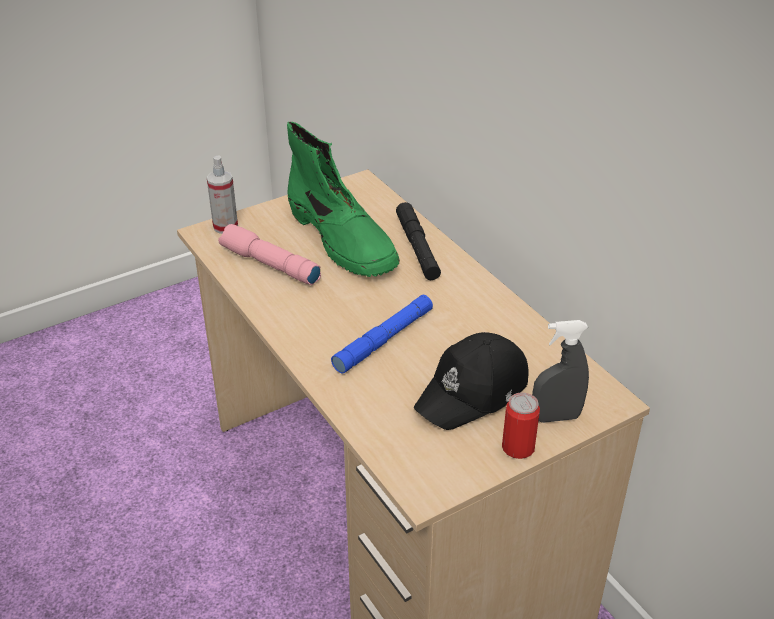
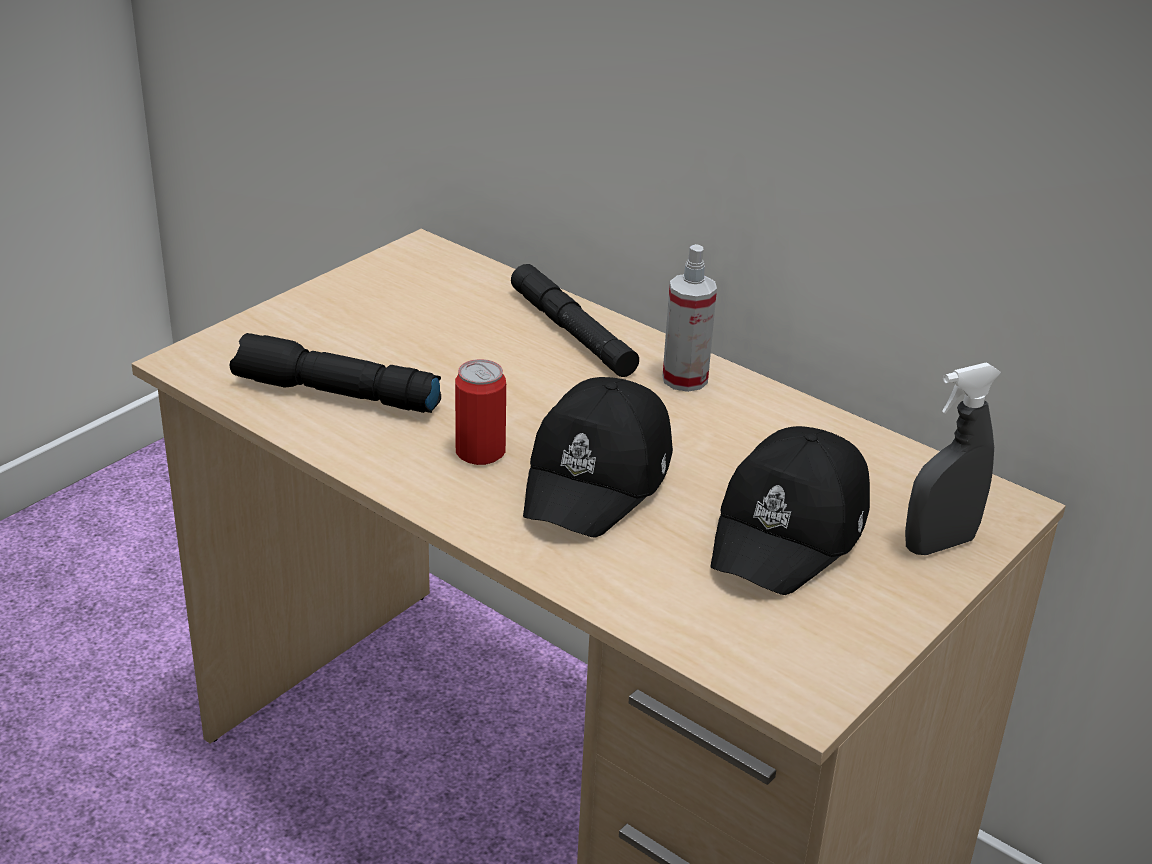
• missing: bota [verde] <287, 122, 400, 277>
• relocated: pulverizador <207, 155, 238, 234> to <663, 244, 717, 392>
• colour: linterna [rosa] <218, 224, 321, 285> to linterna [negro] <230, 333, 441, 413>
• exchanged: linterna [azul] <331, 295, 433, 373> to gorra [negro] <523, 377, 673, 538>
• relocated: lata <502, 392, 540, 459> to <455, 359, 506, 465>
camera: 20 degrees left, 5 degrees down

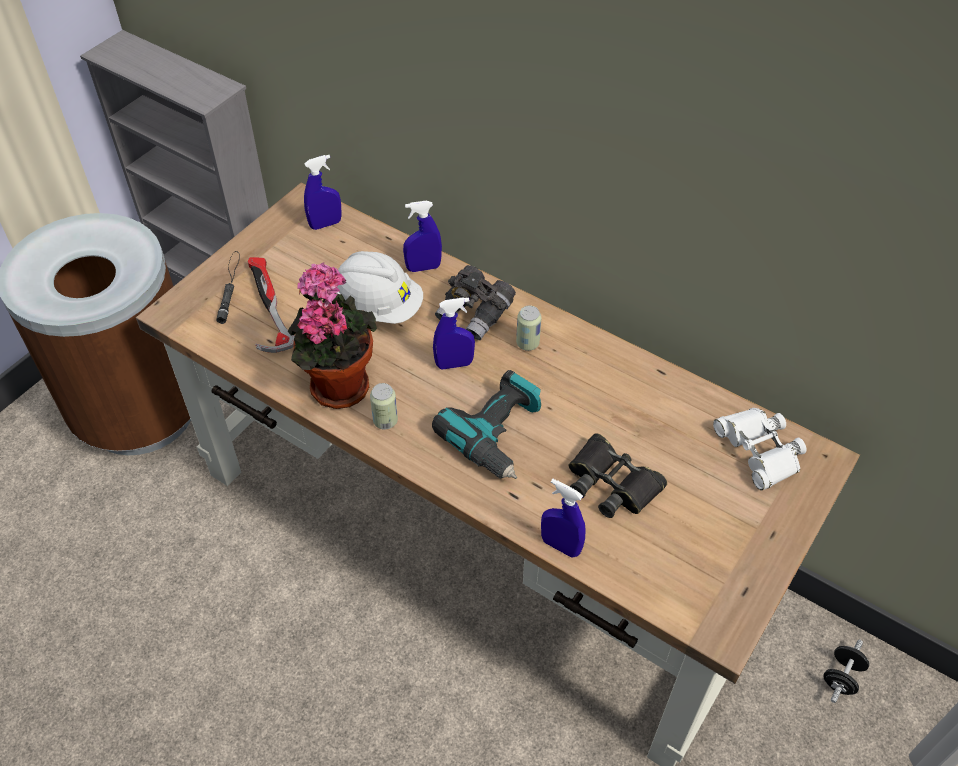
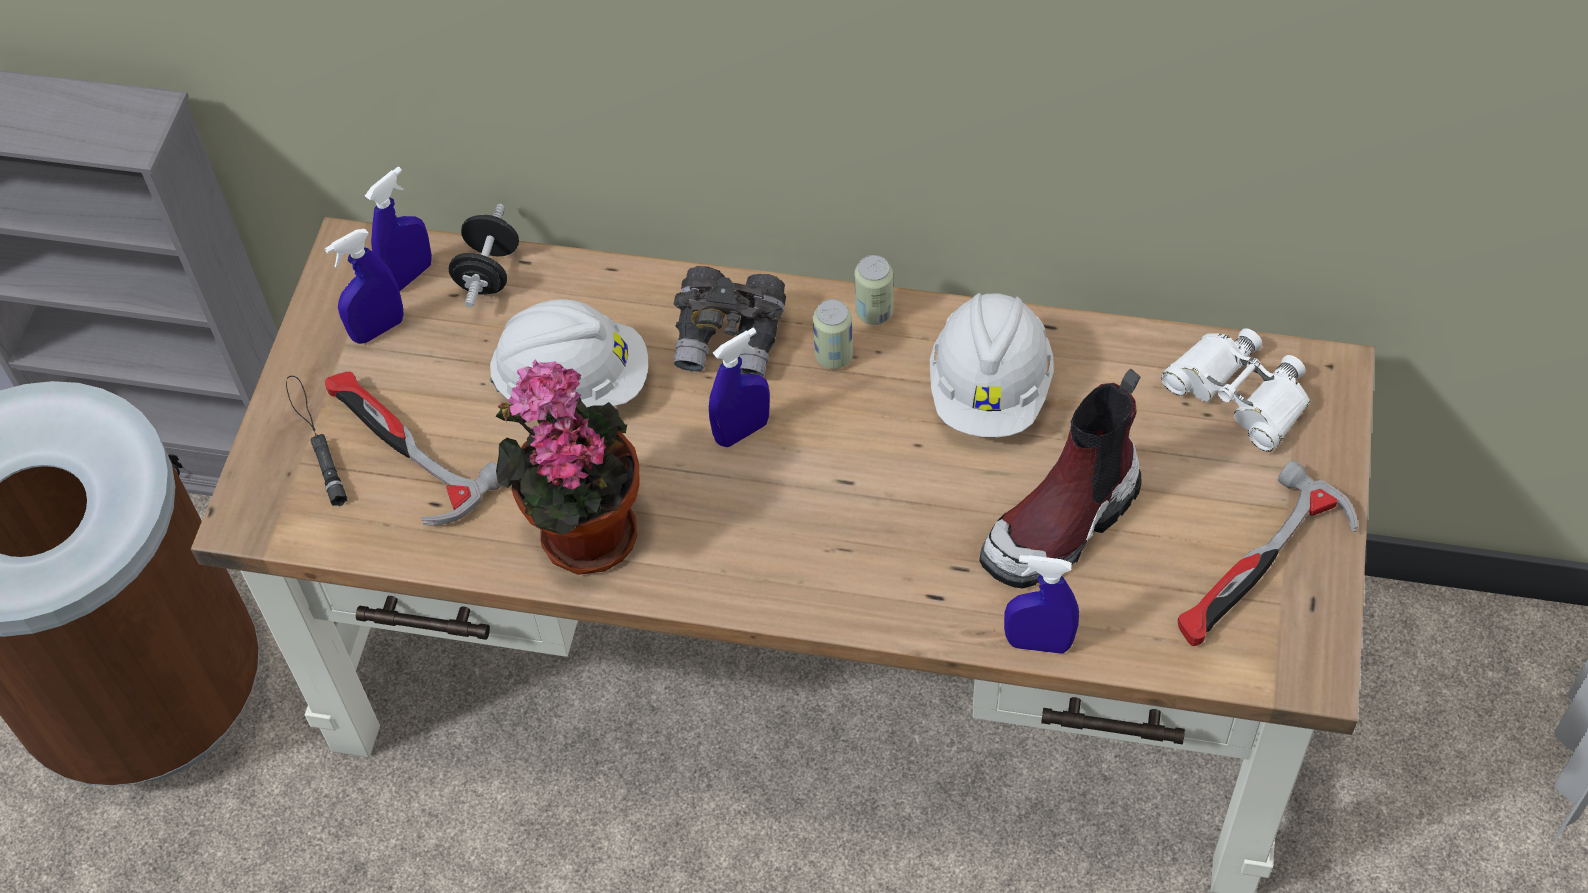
• relocated: pulverizador [azul] <403, 201, 442, 272> to <325, 229, 404, 344>
• missing: taladro <432, 370, 541, 479>
• relocated: lata <370, 383, 398, 430> to <854, 255, 893, 325>
• exchanged: prismáticos [negro] <569, 433, 667, 518> to bota <979, 369, 1142, 589>
• relocated: mancuerna [negro] <823, 639, 869, 703> to <449, 204, 519, 308>
• appeared: casco [blanco] <930, 293, 1054, 438>
• appeared: martillo <1178, 460, 1358, 646>
camera: 20 degrees left, 5 degrees up

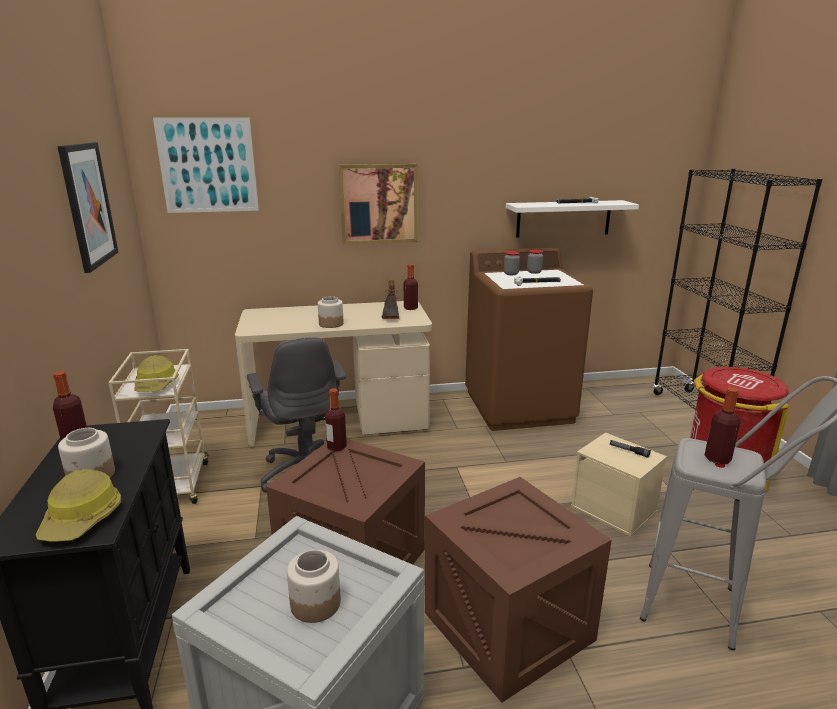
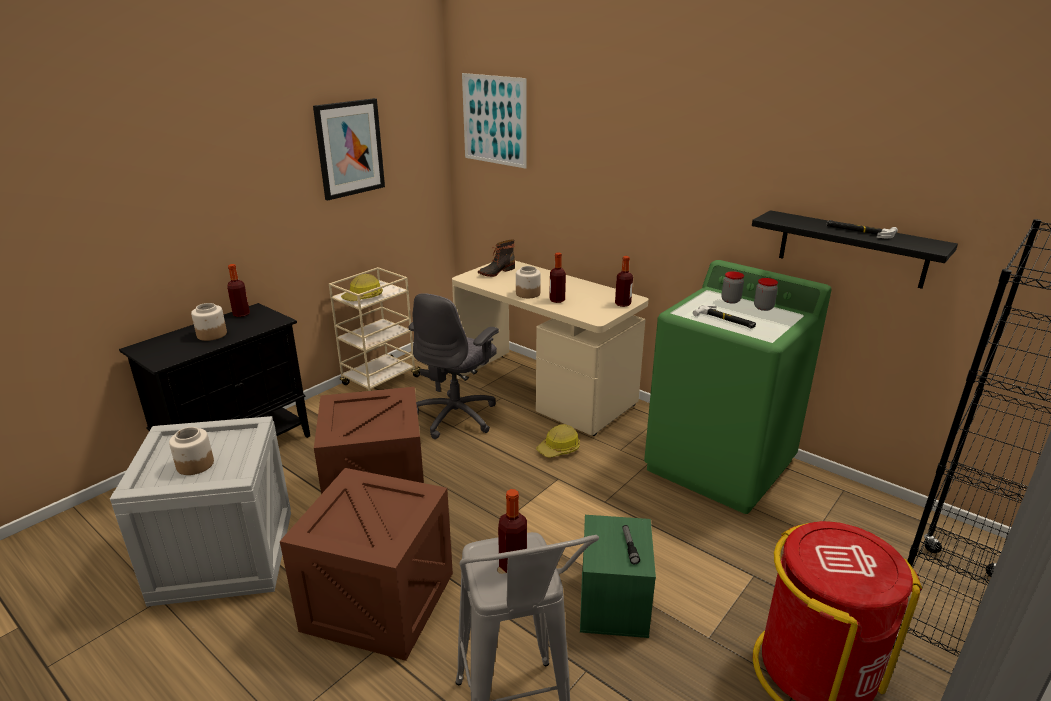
• missing: cuadro <339, 164, 418, 245>
• colour: estante [blanco] <506, 200, 639, 238> to estante [negro] <752, 210, 958, 289>
• colour: lavadora [marrón] <465, 247, 593, 431> to lavadora [verde] <644, 260, 832, 514>
• relocated: bota <382, 280, 399, 319> to <478, 239, 515, 277>
• relocated: botella <325, 388, 347, 451> to <549, 253, 566, 303>
• colour: caja de almacenaje [beis] <571, 432, 667, 536> to caja de almacenaje [verde] <580, 515, 656, 638>
• relocated: casco <36, 469, 121, 542> to <536, 424, 580, 458>
camera: 50 degrees right, 5 degrees up

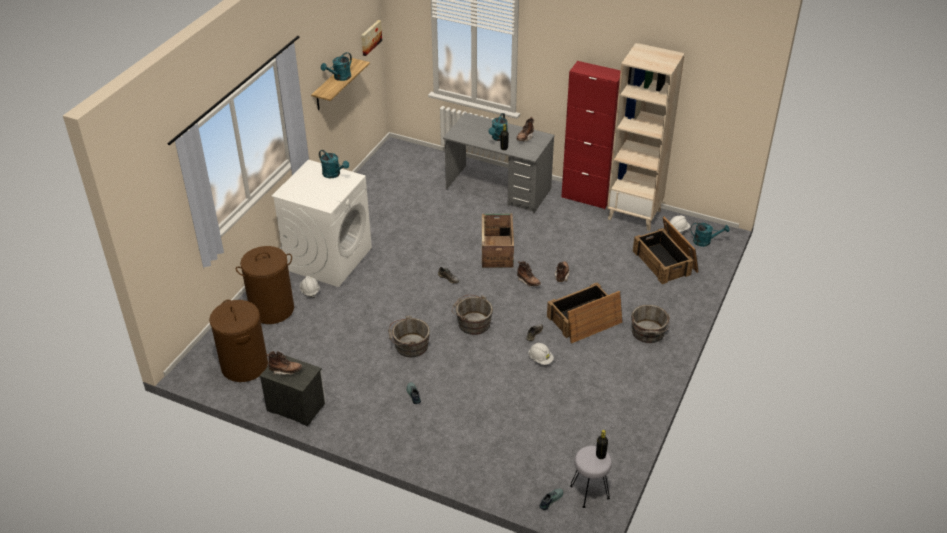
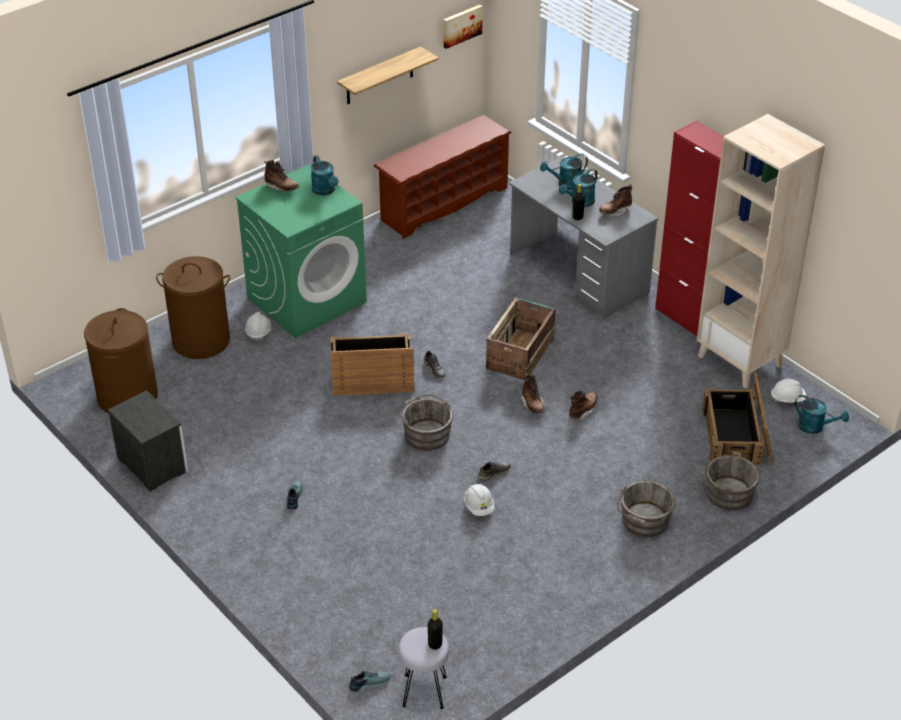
• relocated: regadera [turquesa] <321, 52, 352, 81> to <540, 154, 588, 189>
• colour: lavadora [blanco] <272, 160, 372, 287> to lavadora [verde] <235, 164, 367, 338>
• relocated: caja de embalaje <547, 282, 623, 344> to <331, 333, 414, 396>
• relocated: cubo [gris] <388, 316, 430, 357> to <700, 452, 760, 510>
• relocated: bota [marrón] <267, 351, 302, 375> to <264, 160, 299, 192>
• appeared: zapatero [marrón] <374, 115, 512, 239>
camera: 25 degrees right, 0 degrees up

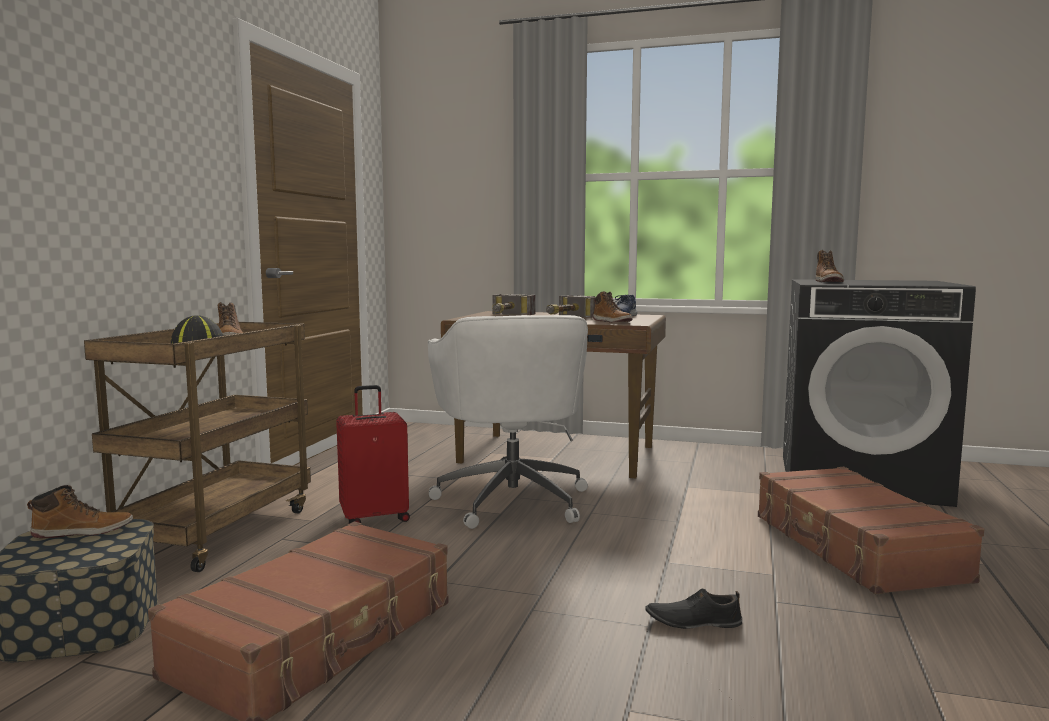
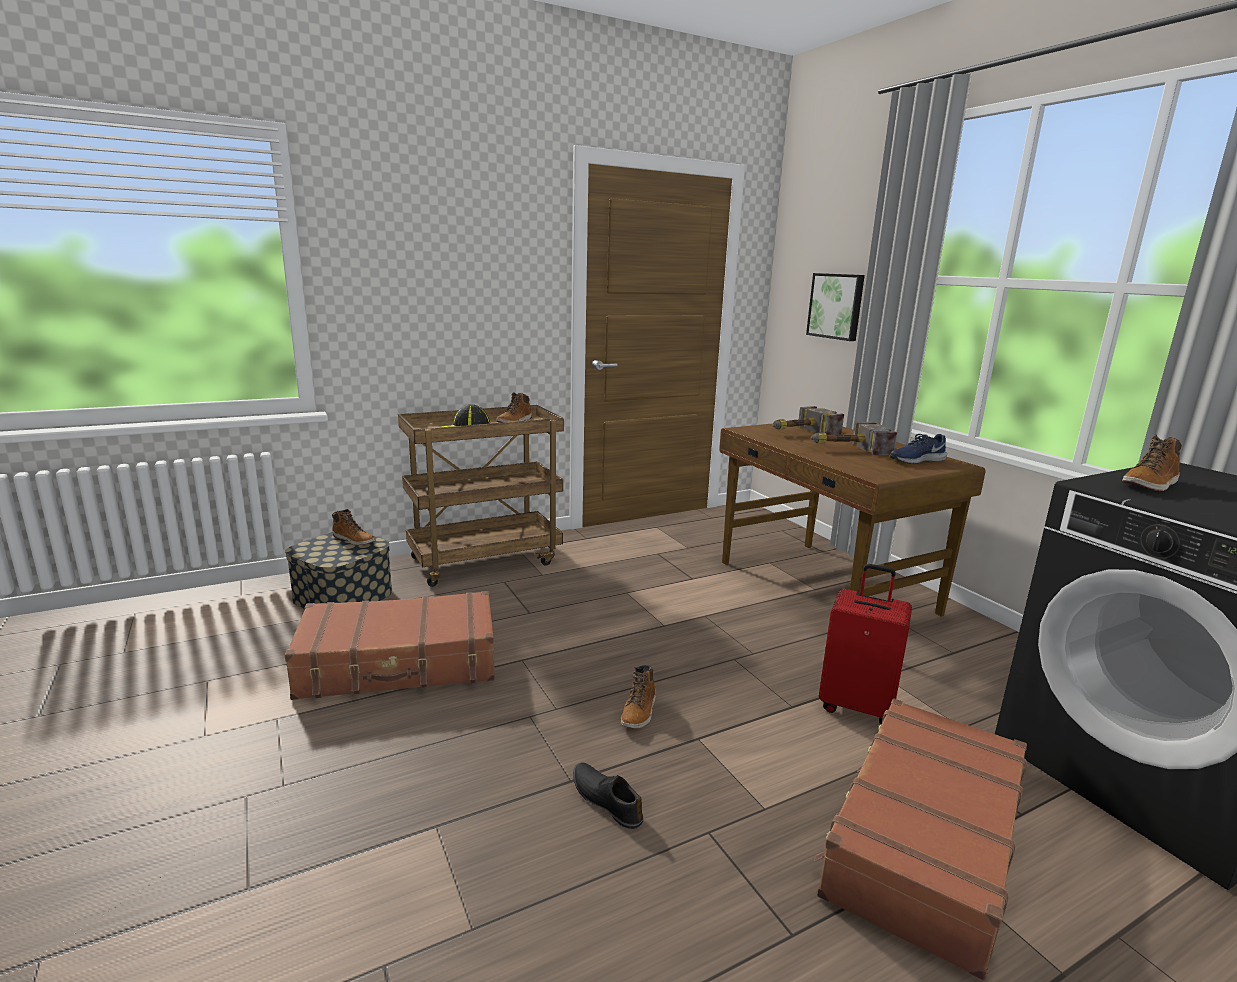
• relocated: bota <593, 291, 633, 323> to <621, 665, 656, 729>
• missing: silla de oficina [blanco] <428, 315, 588, 529>
• relocated: maleta [rojo] <336, 385, 410, 524> to <819, 564, 912, 724>
• appeared: cuadro <806, 273, 865, 341>
camera: 45 degrees right, 10 degrees up

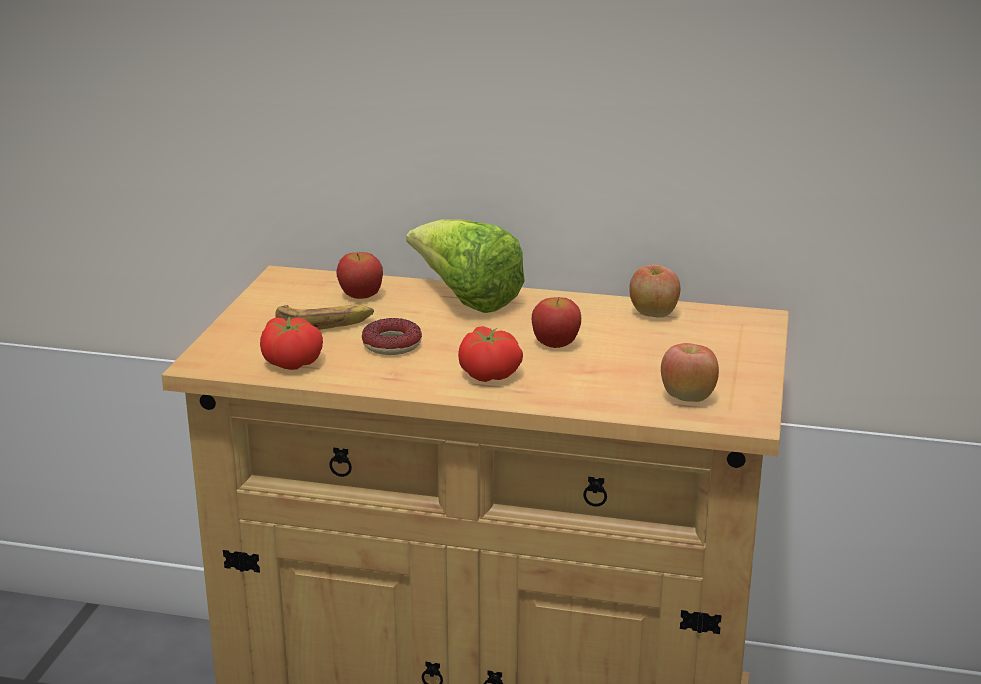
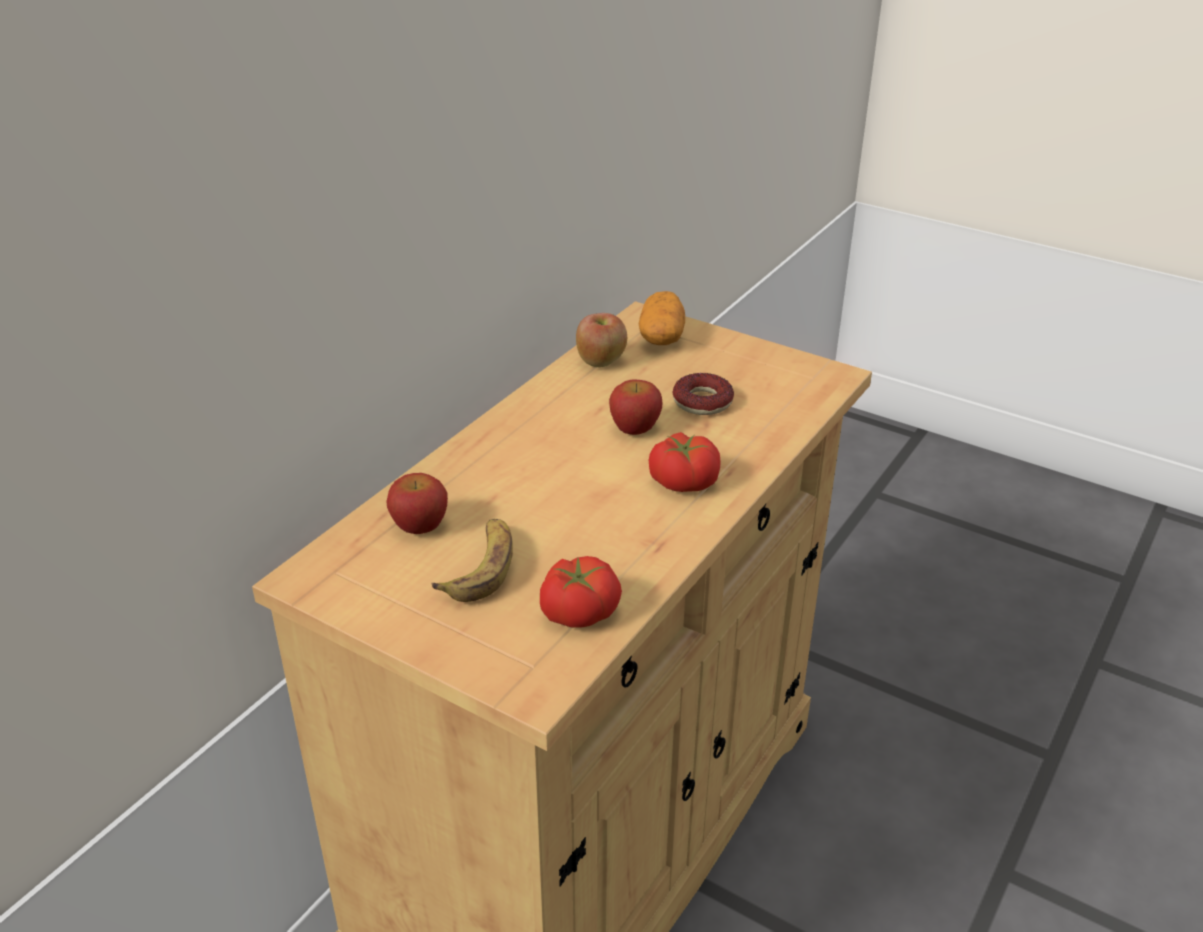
• missing: lechuga <406, 219, 525, 313>
• relocated: rosquilla <362, 318, 422, 355> to <673, 373, 734, 415>
• missing: manzana <661, 343, 719, 402>
• appeared: patata <639, 291, 685, 345>
camera: 70 degrees left, 10 degrees up

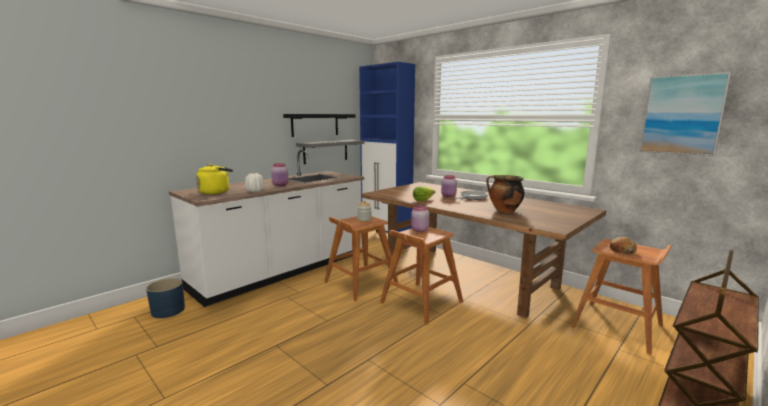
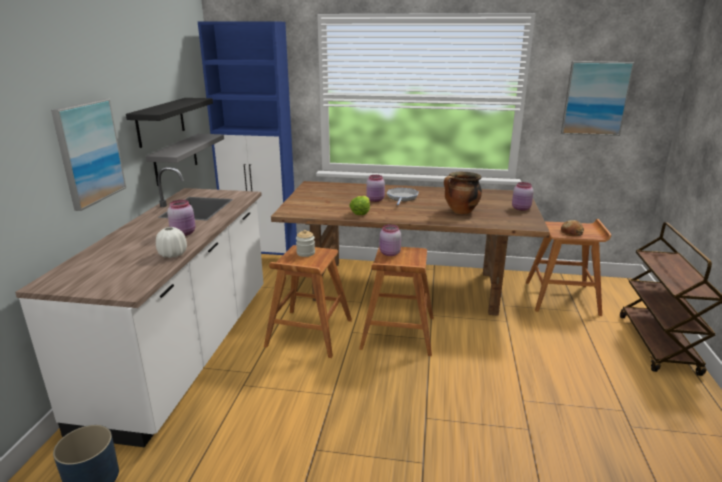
• missing: hervidor [amarillo] <196, 164, 233, 194>
• appeared: cuadro <51, 99, 126, 211>
• appeared: tarro [rosa] <512, 182, 534, 211>
camera: 35 degrees left, 10 degrees up

